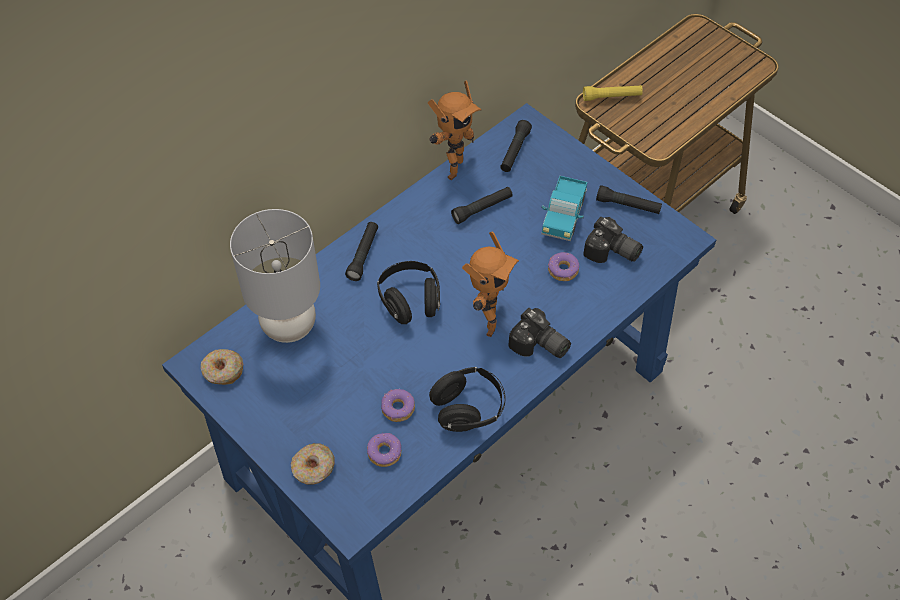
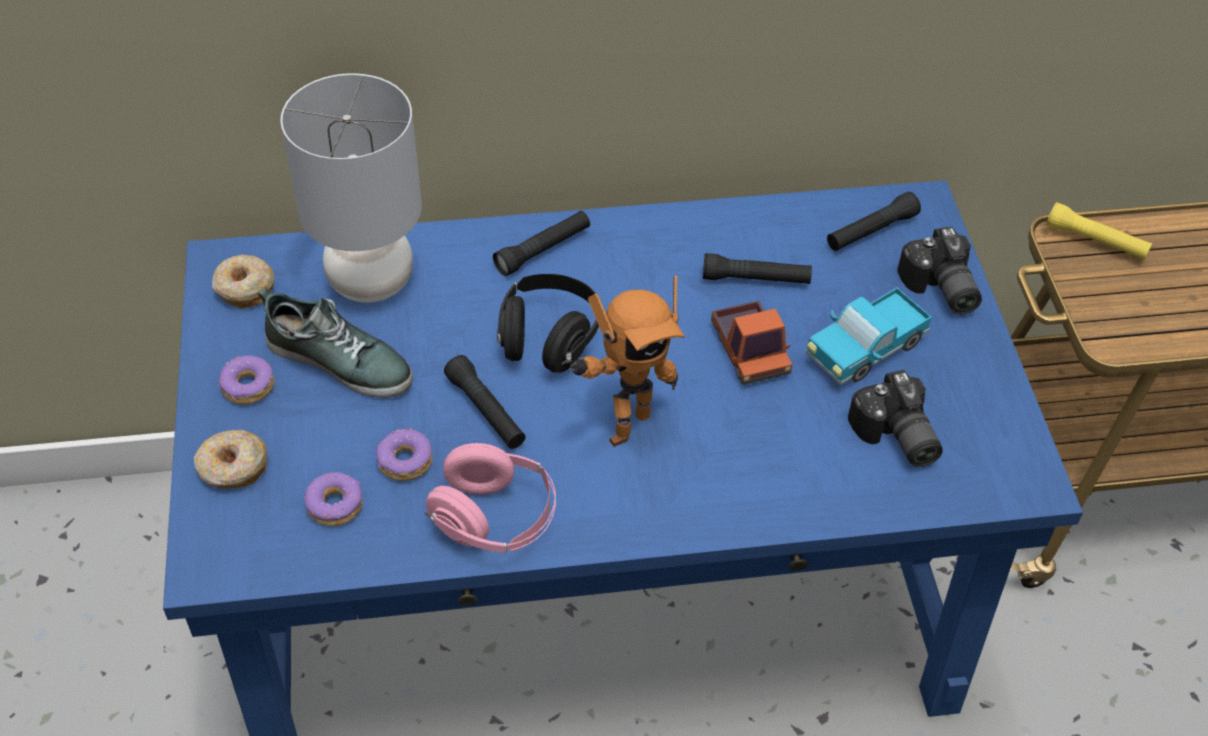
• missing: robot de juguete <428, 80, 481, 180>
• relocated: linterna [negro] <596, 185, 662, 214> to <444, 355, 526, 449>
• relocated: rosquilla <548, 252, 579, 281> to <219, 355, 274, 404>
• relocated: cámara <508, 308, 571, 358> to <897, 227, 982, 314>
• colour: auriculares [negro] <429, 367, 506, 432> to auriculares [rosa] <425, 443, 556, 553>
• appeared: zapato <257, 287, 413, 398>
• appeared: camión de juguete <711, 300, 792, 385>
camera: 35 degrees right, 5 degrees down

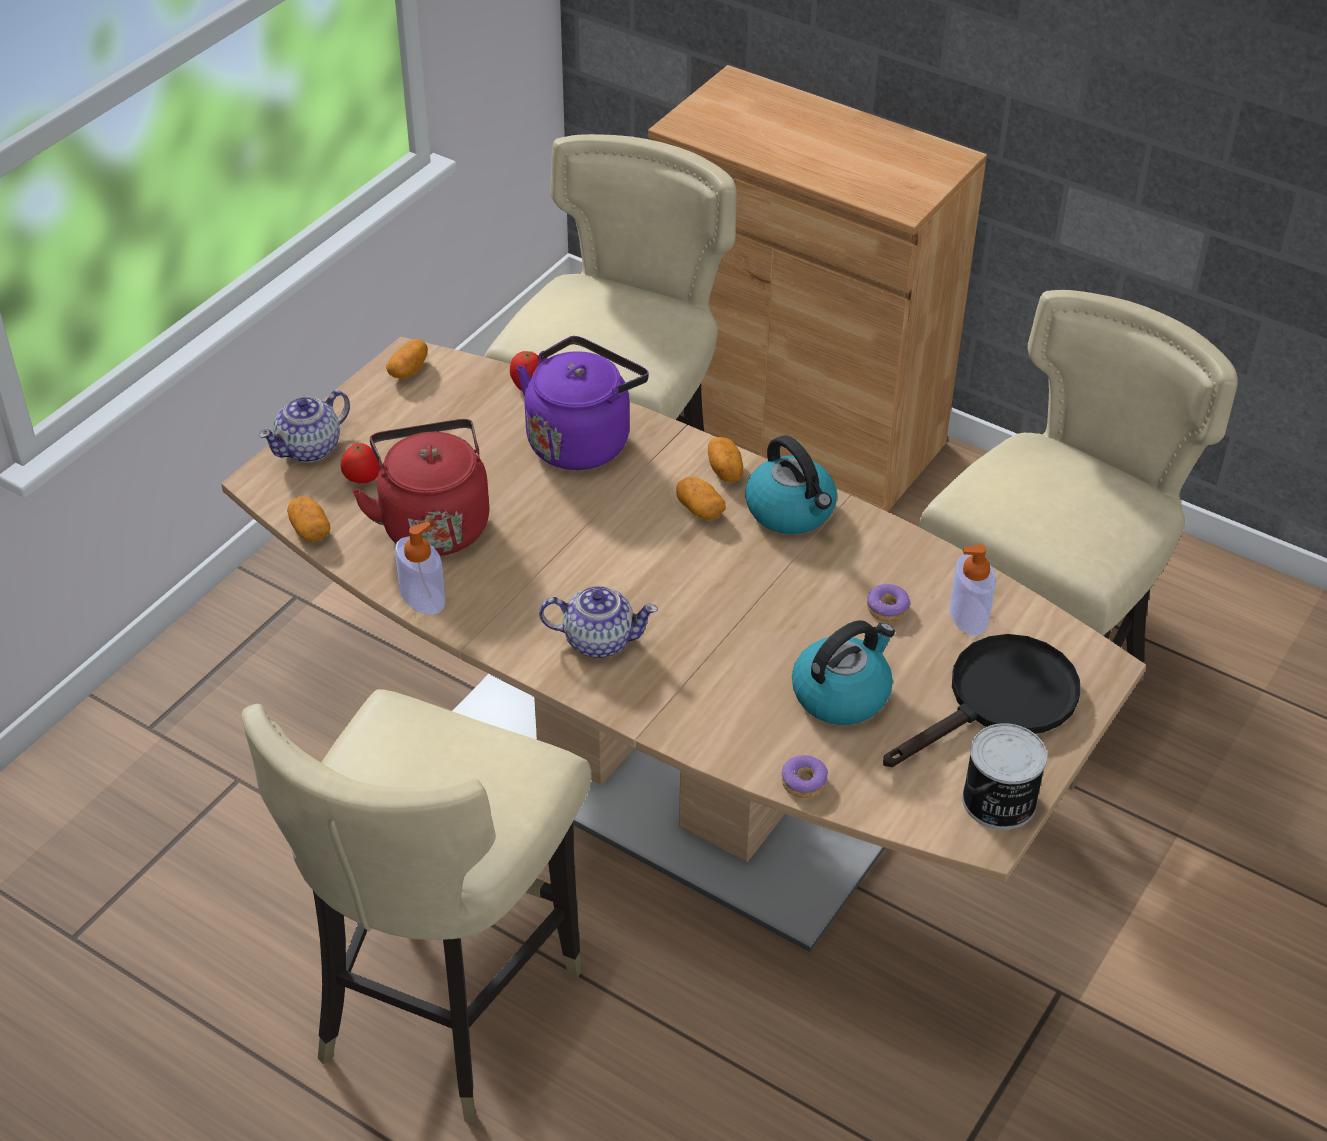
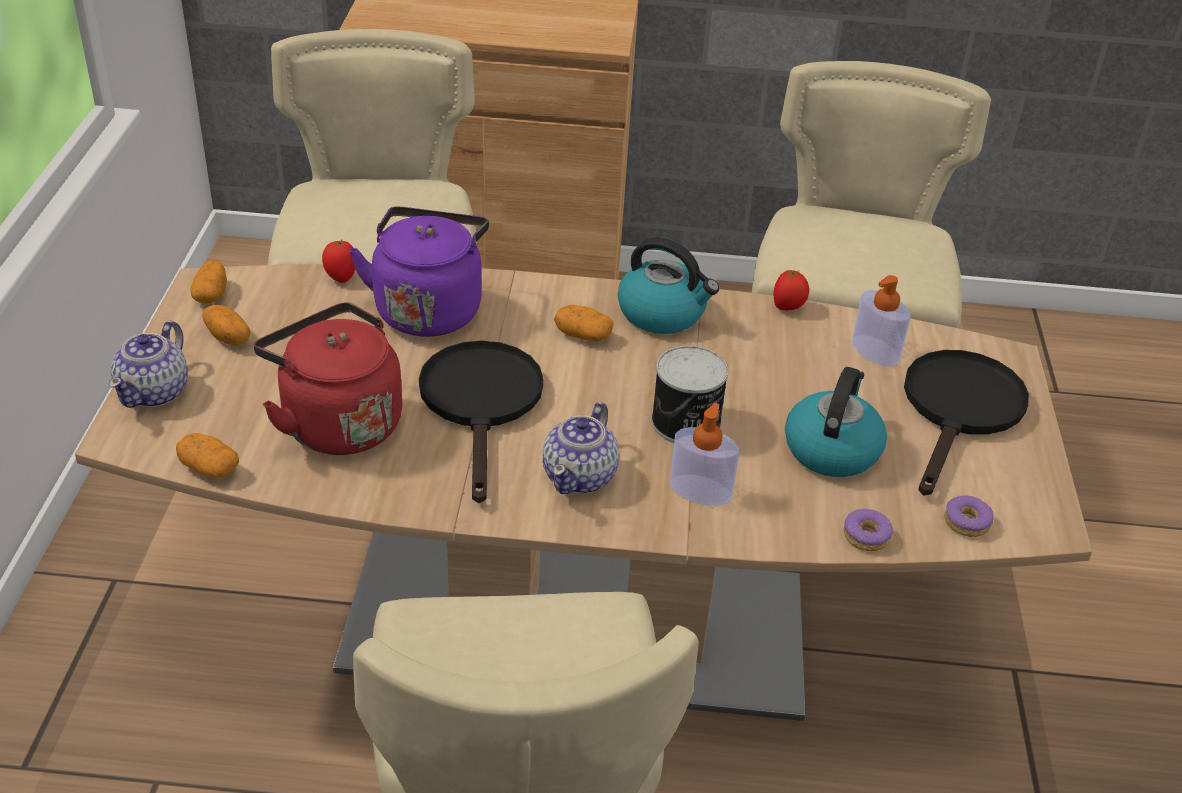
• relocated: patata <708, 437, 744, 482> to <202, 305, 250, 346>
• relocated: tomate <341, 443, 380, 484> to <773, 270, 809, 310>
• relocated: dispensador de jabón <395, 522, 445, 615> to <670, 403, 739, 506>
• relocated: rosquilla <867, 584, 911, 622> to <944, 495, 994, 537>
• spun: tetera <539, 586, 658, 658> = <543, 402, 619, 494> 135 degrees clockwise
• relocated: lata <962, 723, 1047, 830> to <651, 346, 729, 443>
• appeared: sartén [negro] <419, 341, 543, 503>
camera: 30 degrees left, 5 degrees down

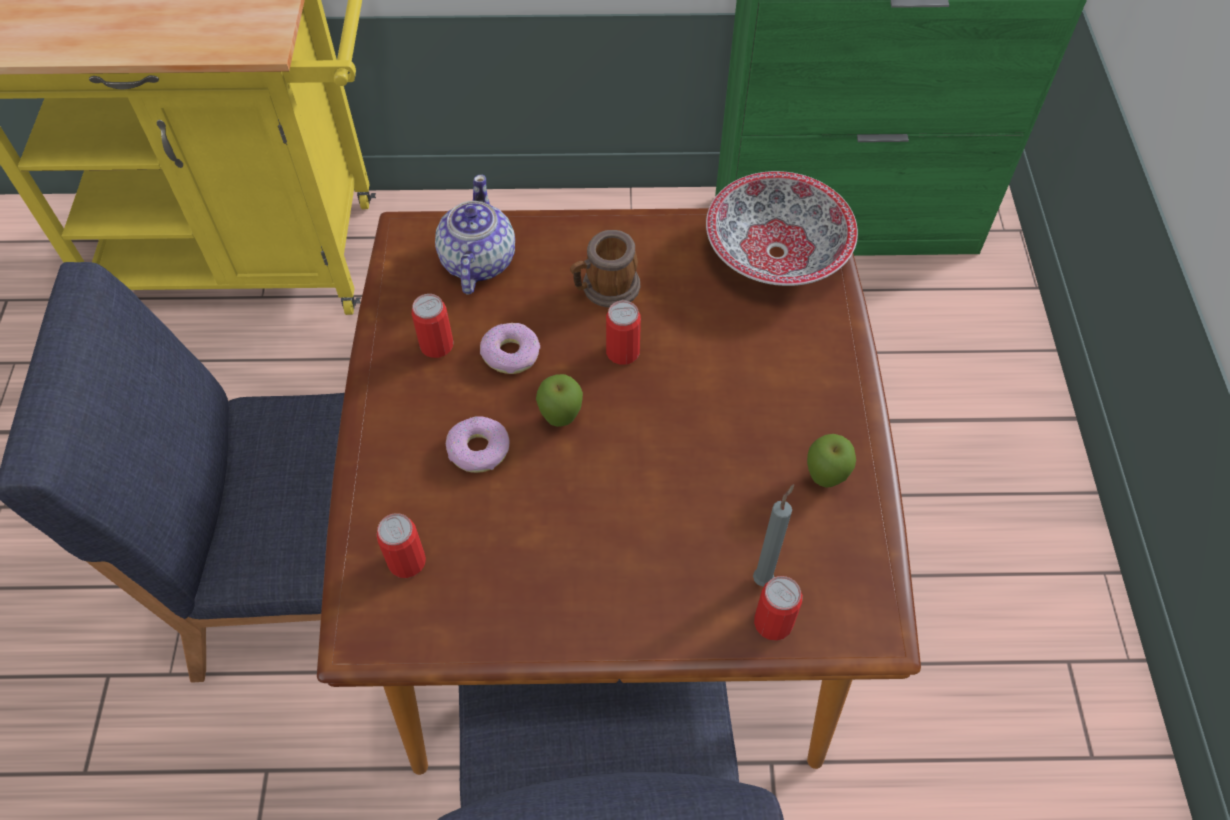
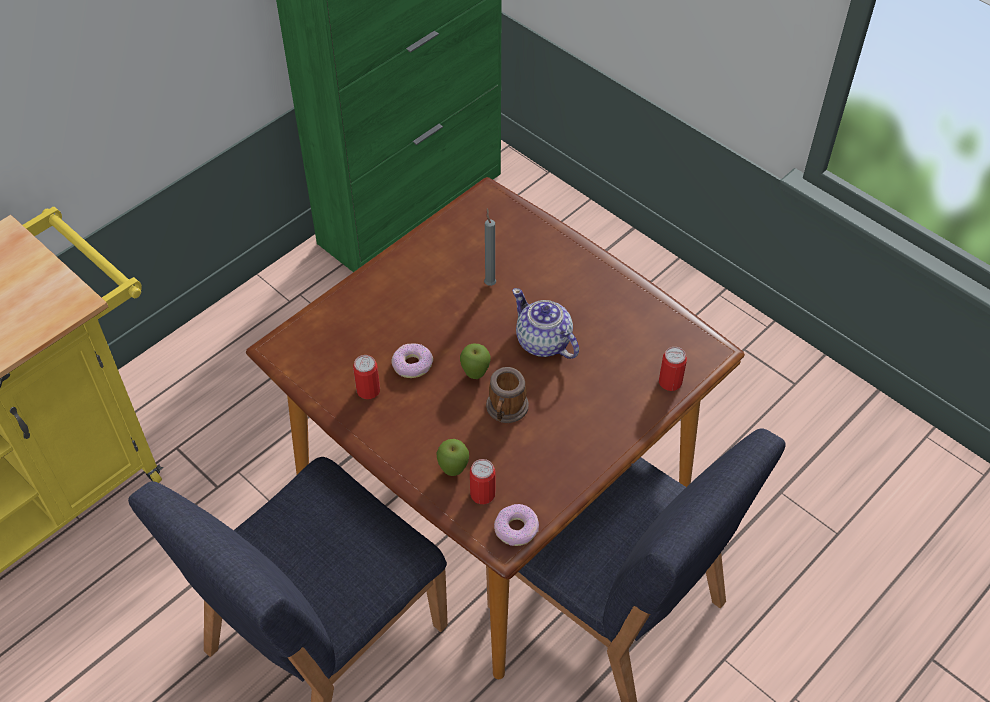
• missing: cuenco <706, 171, 858, 286>
• relocated: tetera <435, 175, 515, 294> to <512, 288, 579, 359>
• relocated: taza grande <570, 230, 640, 308> to <486, 367, 529, 423>
• missing: lata <606, 300, 641, 365>
• relocated: rosquilla <446, 416, 510, 473> to <494, 504, 539, 546>
• relocated: manzana <807, 434, 856, 488> to <436, 439, 469, 476>
• relocated: vela [gris] <753, 484, 794, 587> to <484, 208, 496, 286>
camera: 45 degrees left, 5 degrees down

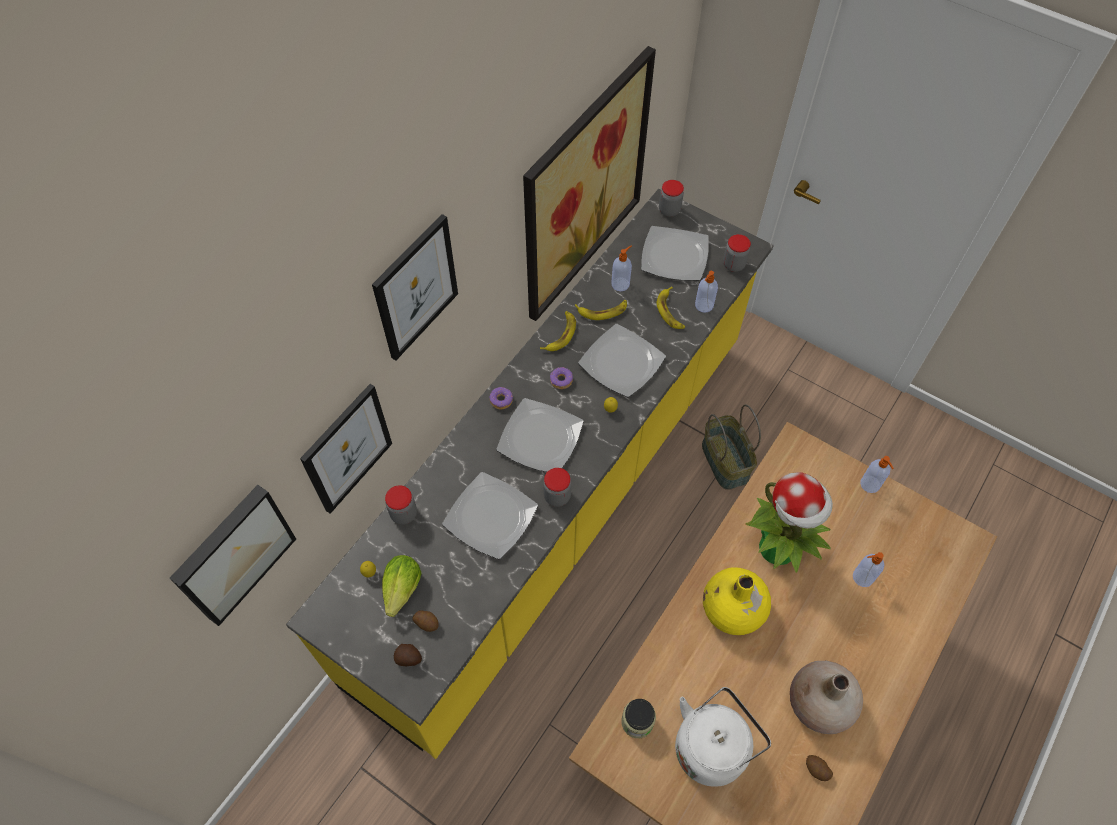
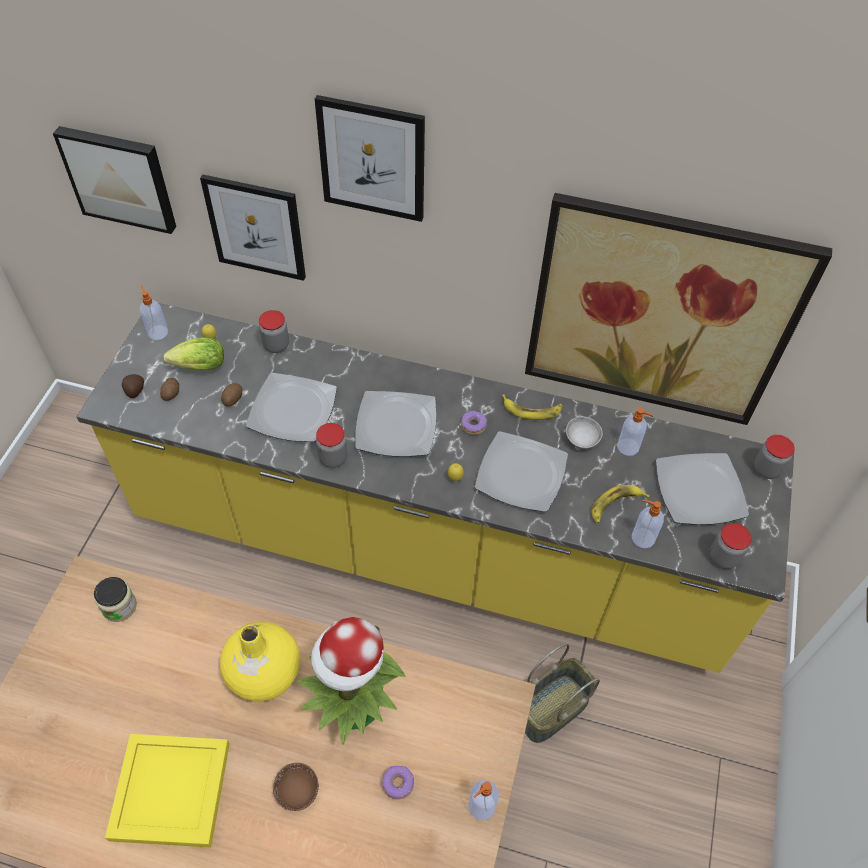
• exchanged: plátano <575, 300, 627, 320> to cuenco [gris] <566, 417, 603, 449>
• relocated: rosquilla <489, 387, 513, 409> to <382, 765, 414, 799>
• relocated: dispensador de jabón <853, 552, 884, 587> to <140, 285, 168, 340>
• exchanged: florero [beis] <790, 661, 863, 734> to bandeja [amarillo] <105, 734, 230, 847>
• missing: hervidor [blanco] <675, 687, 771, 787>
• relocated: patata <806, 755, 833, 781> to <221, 383, 242, 407>
• appeared: cuenco [marrón] <273, 763, 319, 811>
camera: 70 degrees right, 5 degrees down

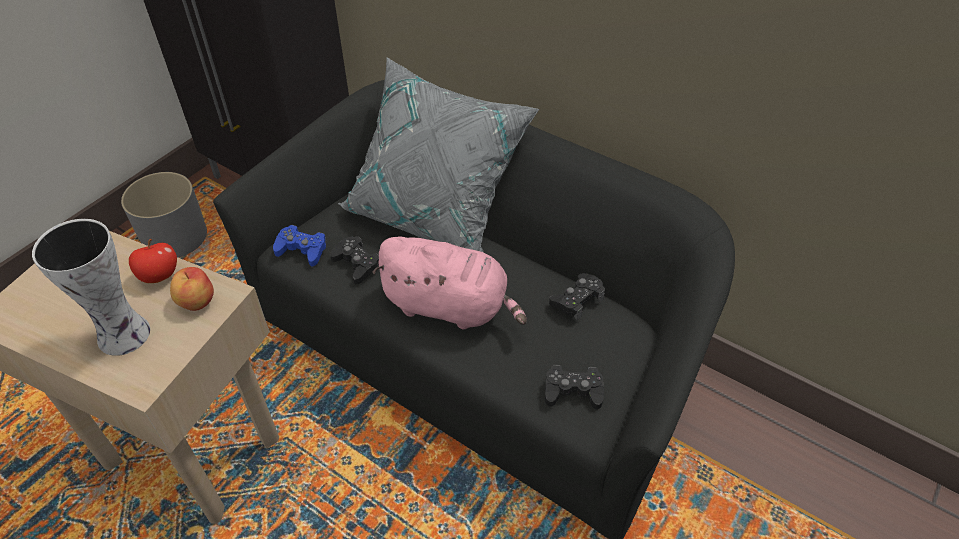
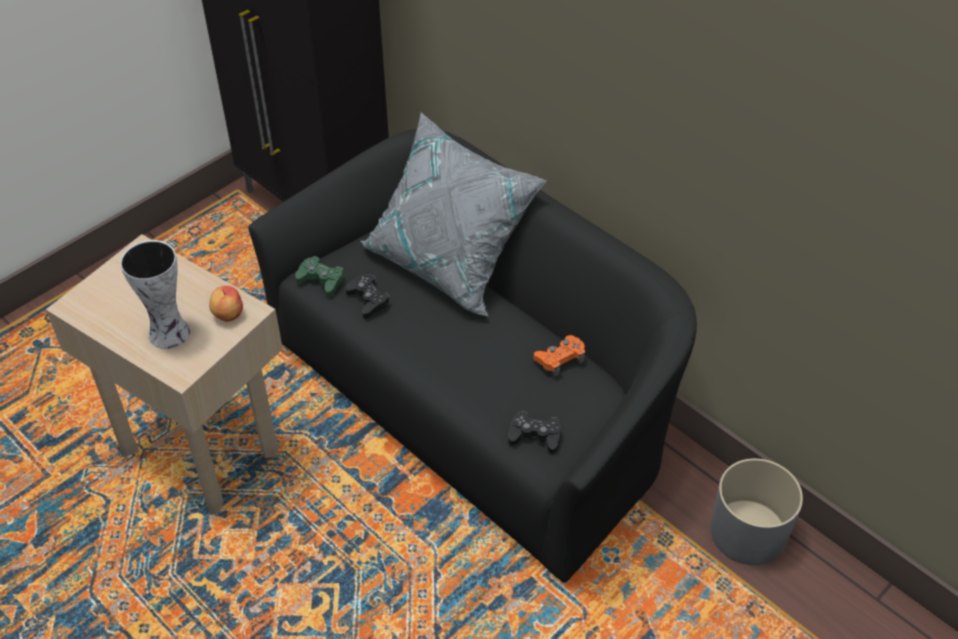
• relocated: maceta [gris] <121, 172, 207, 258> to <710, 458, 803, 565>
• colour: mando de consola [azul] <273, 225, 327, 267> to mando de consola [verde] <295, 256, 344, 297>
• missing: peluche [rosa] <372, 236, 527, 329>
• missing: manzana <129, 239, 177, 283>
• colour: mando de consola [negro] <549, 273, 605, 320> to mando de consola [naranja] <534, 335, 585, 377>
camera: 10 degrees right, 0 degrees up

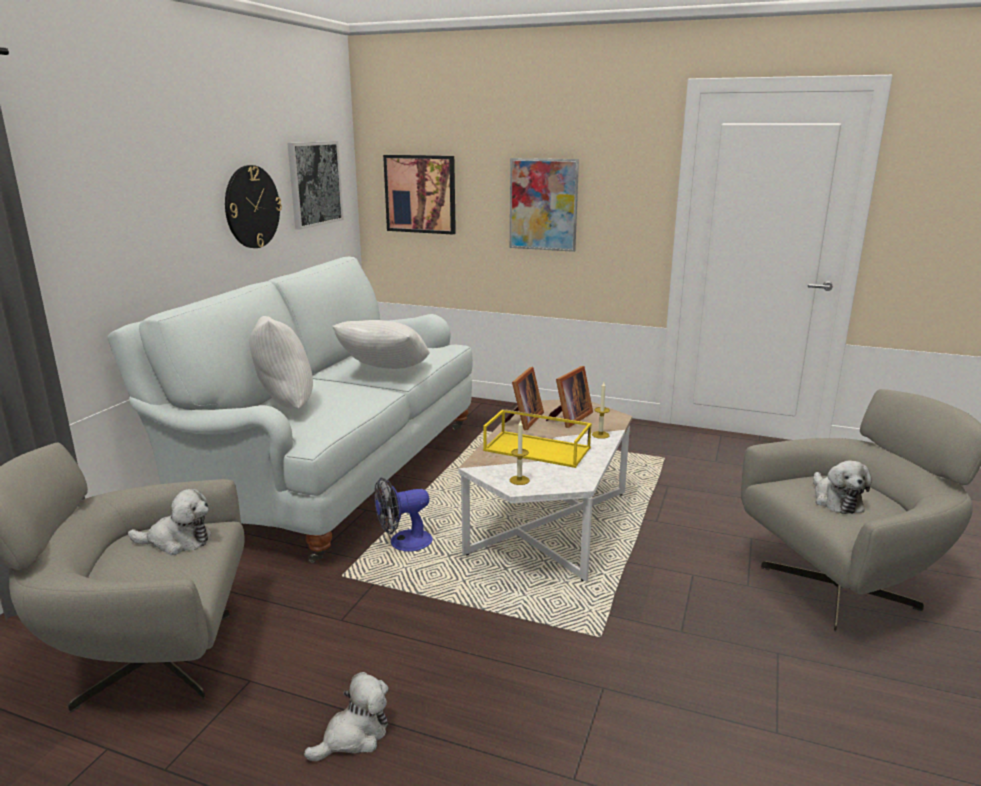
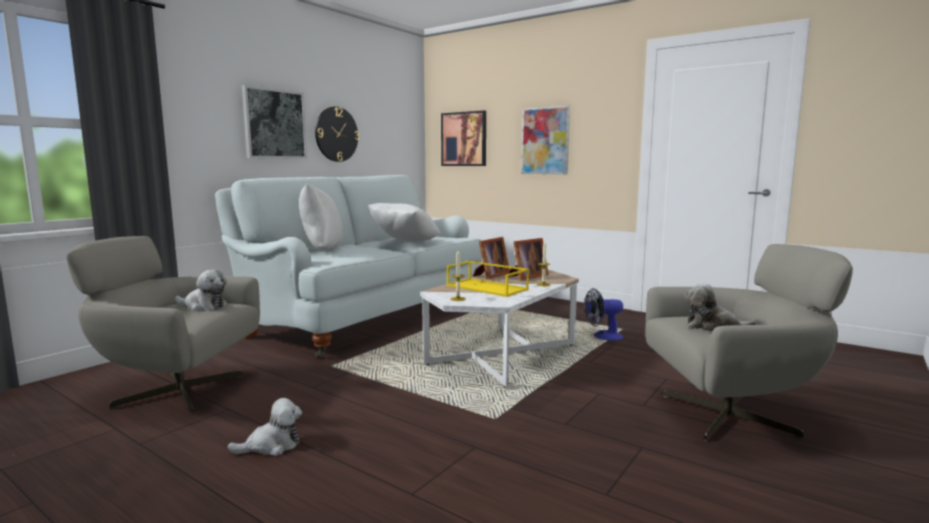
• relocated: cuadro <287, 141, 344, 230> to <242, 85, 307, 159>
• spun: peluche <813, 461, 872, 514> = <685, 283, 757, 331> 105 degrees clockwise
• relocated: ventilador <374, 478, 433, 552> to <585, 288, 623, 341>
camera: 15 degrees right, 10 degrees down

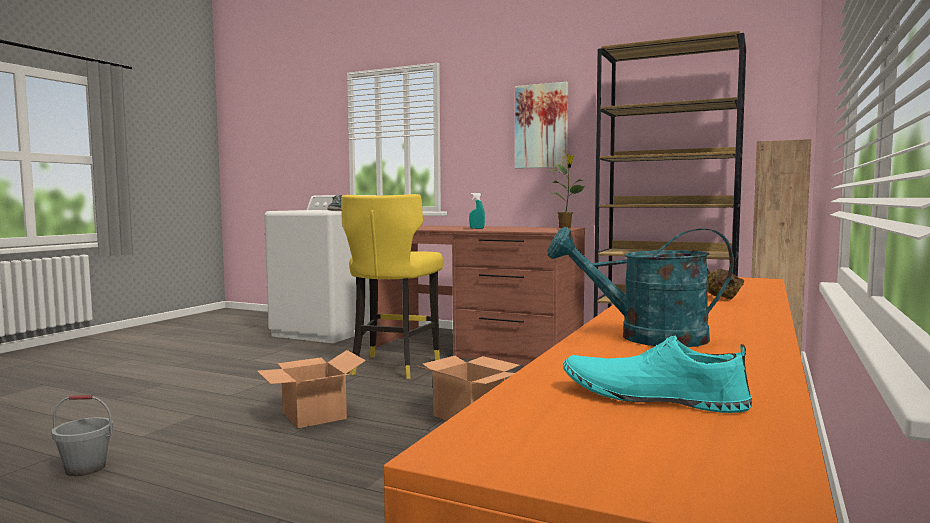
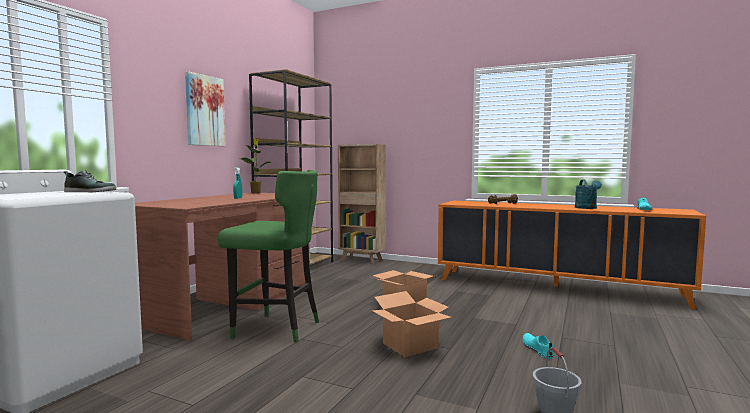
• colour: taburete [amarillo] <341, 194, 443, 379> to taburete [verde] <218, 170, 319, 342>
• appeared: zapato [turquesa] <523, 333, 554, 359>
camera: 90 degrees left, 0 degrees up

